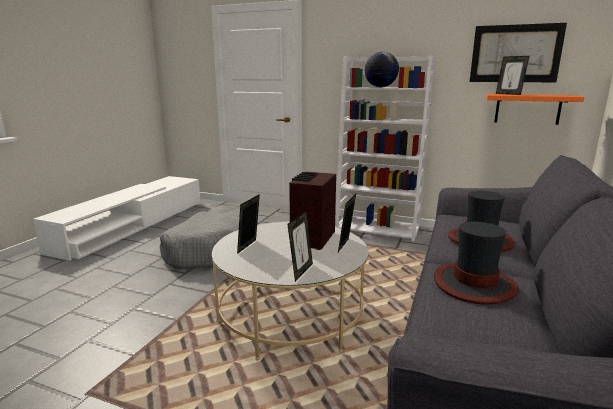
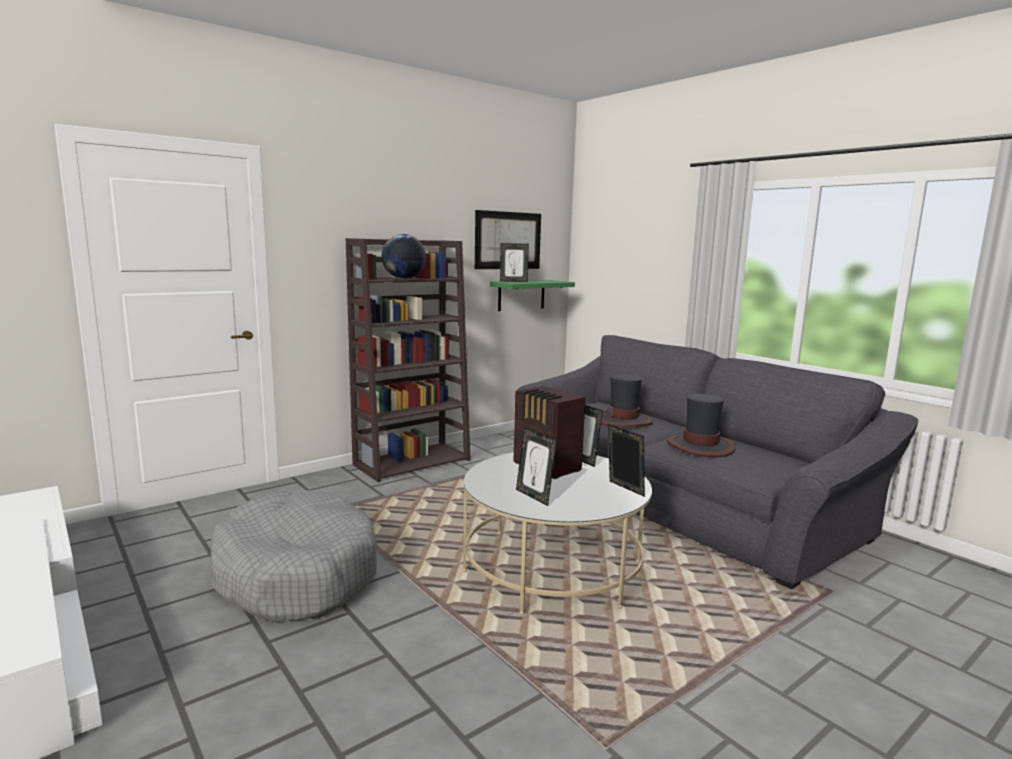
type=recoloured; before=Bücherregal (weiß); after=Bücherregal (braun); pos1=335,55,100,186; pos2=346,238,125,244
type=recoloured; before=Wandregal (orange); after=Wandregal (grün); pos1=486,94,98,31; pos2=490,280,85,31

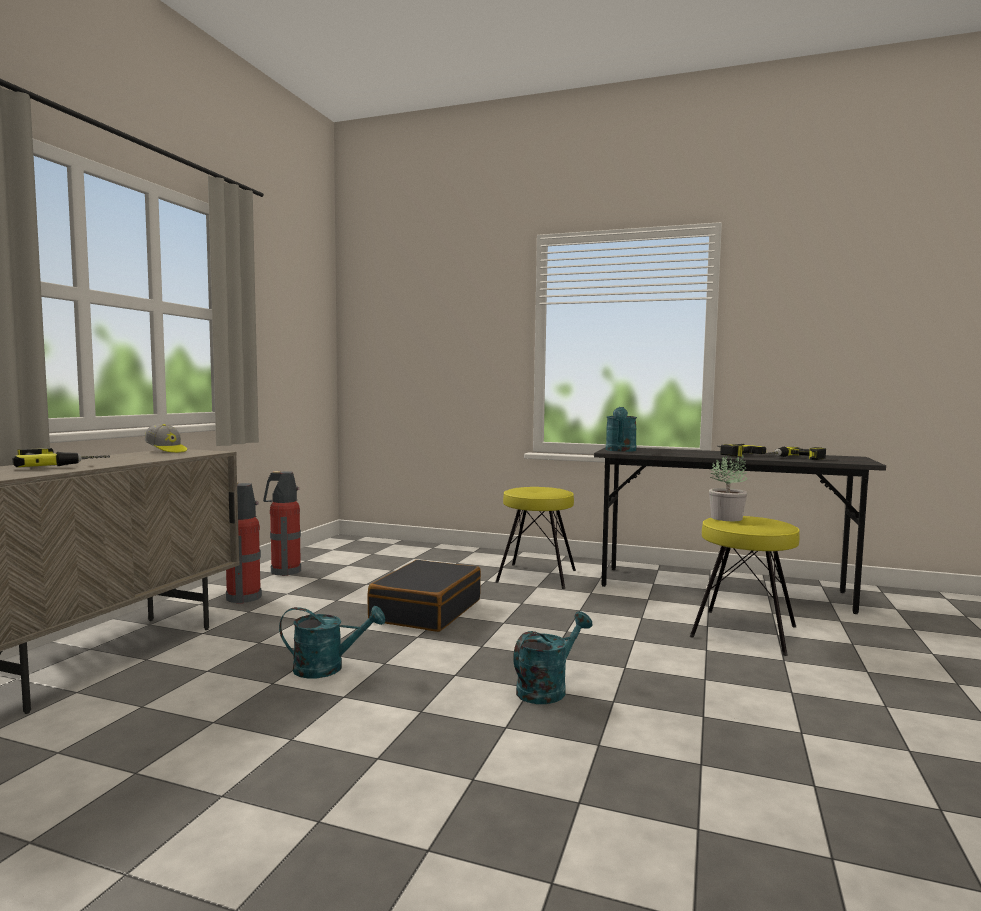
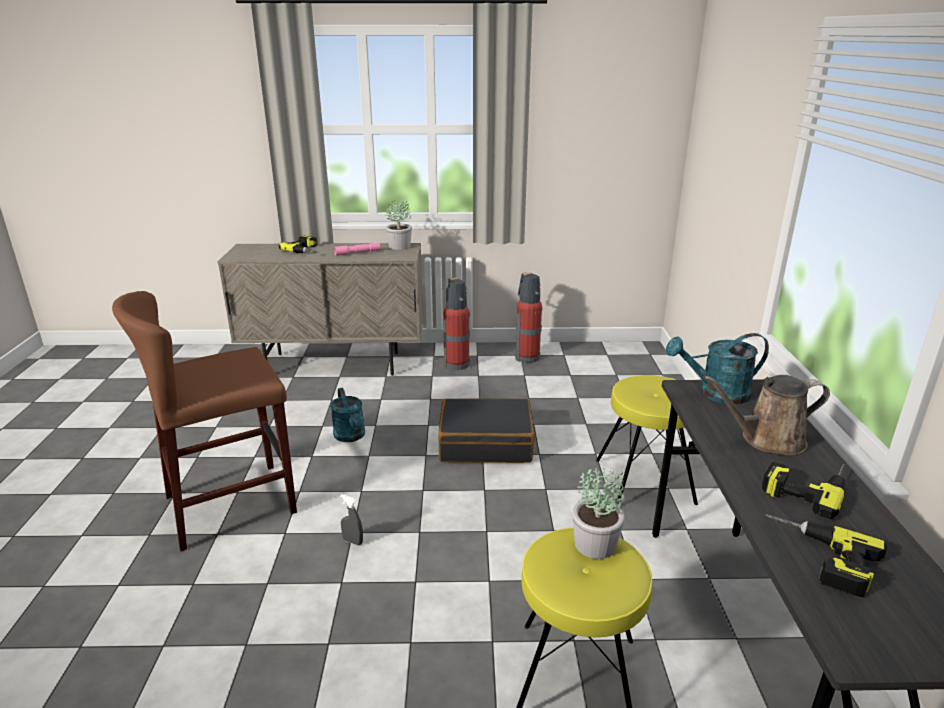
type=replaced; before=Kappe; after=Topfpflanze; pos1=145,424,42,29; pos2=386,200,26,50
type=replaced; before=Gießkanne (türkis); after=Sprühflasche (grau); pos1=513,611,80,93; pos2=340,494,23,51
type=added; after=Taschenlampe (rosa); pos2=334,243,47,13
type=added; after=Hocker (braun); pos2=112,291,185,260
type=added; after=Gießkanne (braun); pos2=703,375,127,81

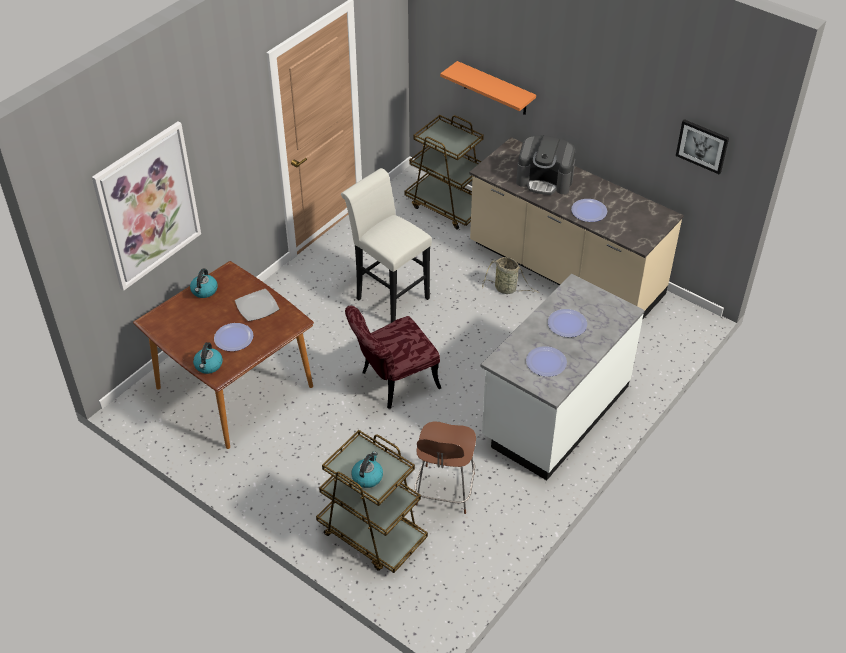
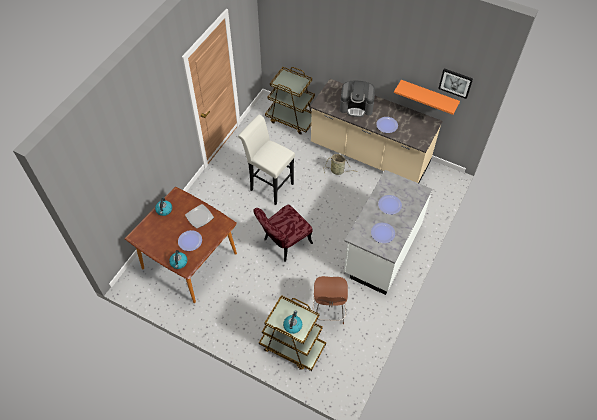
type=moved; before=Wandregal (orange); pos1=440,61,96,54; pos2=394,80,66,35
type=removed; before=Bild; pos1=92,122,109,169

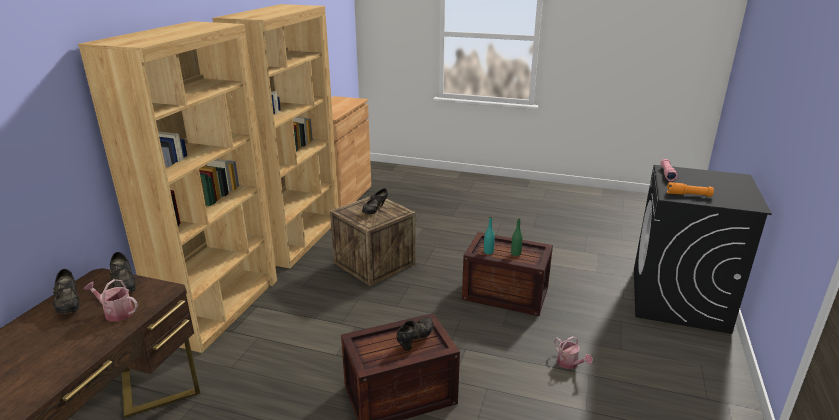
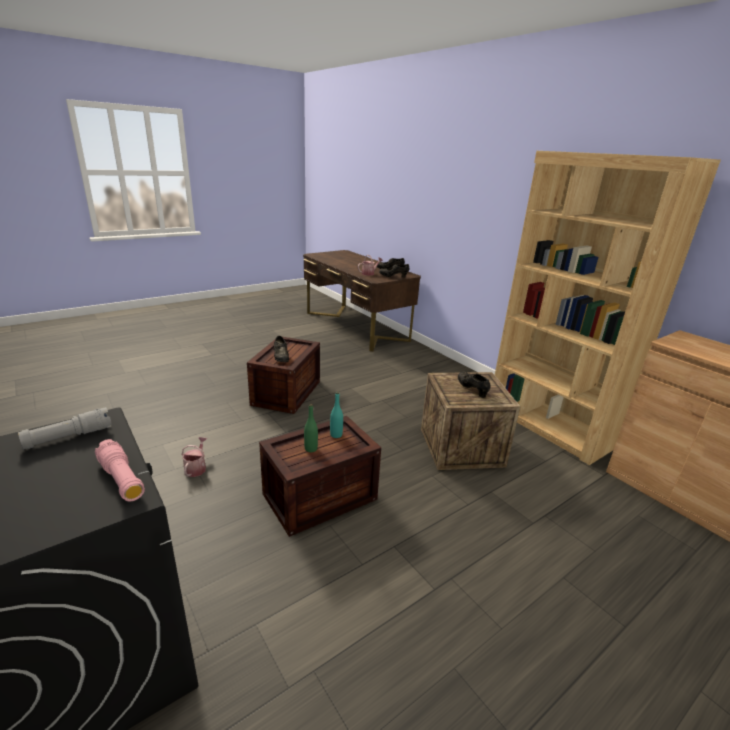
type=removed; before=Bücherregal (braun); pos1=78,21,199,332
type=recoloured; before=Taschenlampe (orange); after=Taschenlampe (grau); pos1=667,182,47,15; pos2=18,407,94,43
type=turned; before=Gießkanne; pos1=554,336,39,33; pos2=182,437,25,40; turn=90

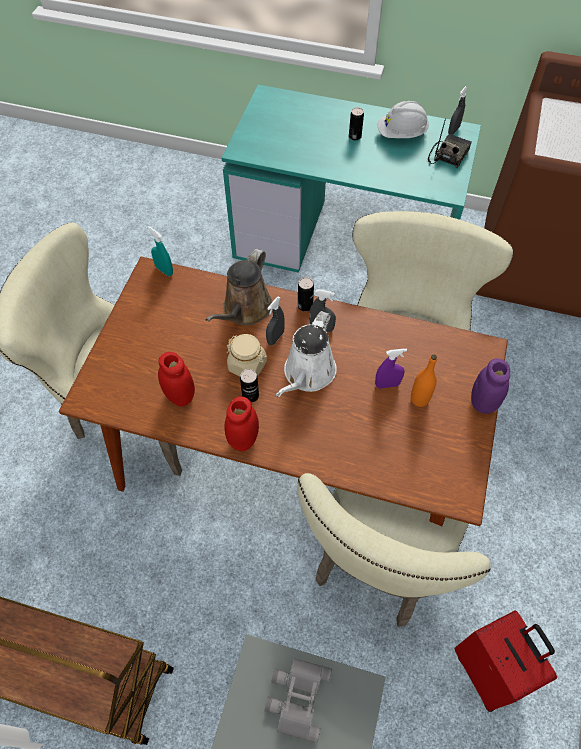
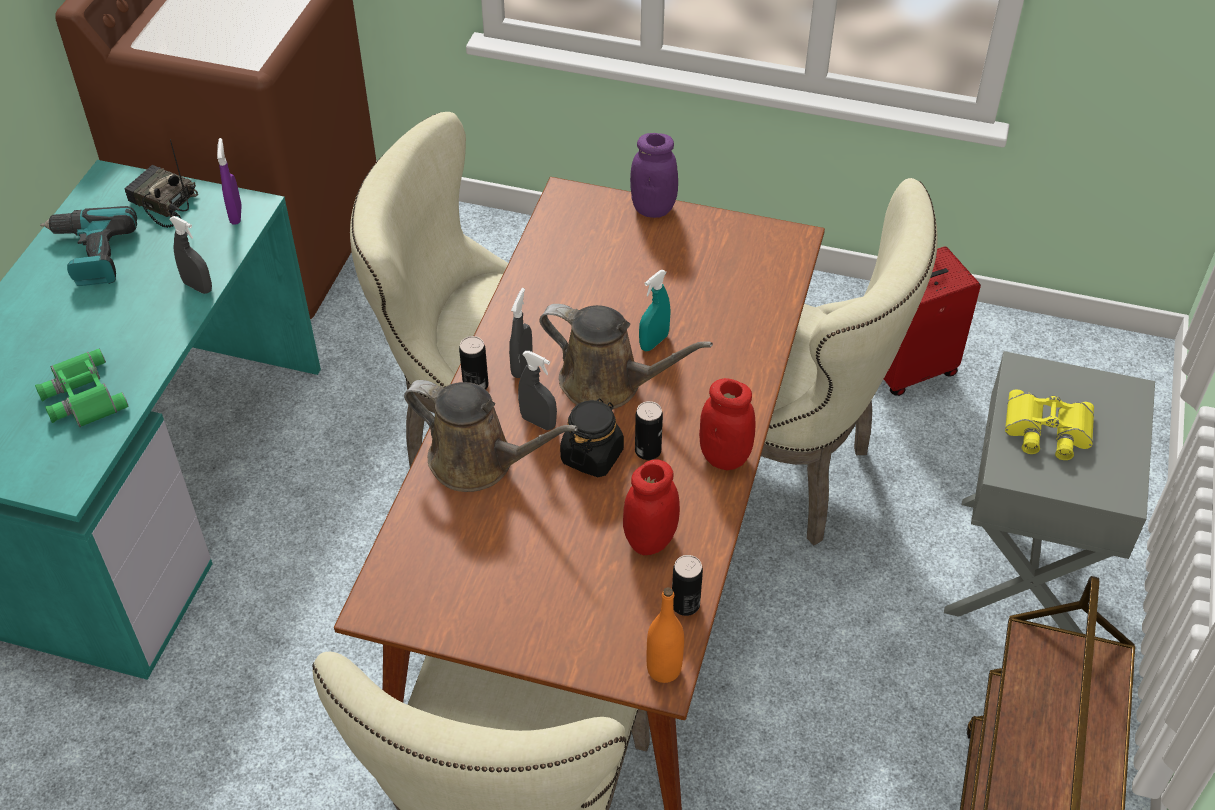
type=moved; before=Sprühflasche (grau); pos1=448,86,20,49; pos2=169,216,43,78
type=replaced; before=Schutzhelm (weiß); after=Bohrmaschine; pos1=378,101,51,37; pos2=40,206,97,80
type=moved; before=Dose; pos1=349,107,15,33; pos2=672,555,31,61
type=moved; before=Sprühflasche (türkis); pos1=147,226,26,50; pos2=639,270,32,81
type=recoloured; before=Gießkanne (weiß); after=Gießkanne (braun); pos1=276,311,61,86; pos2=539,304,174,105
type=recoloured; before=Vorratsglas (beige); after=Vorratsglas (schwarz); pos1=227,334,40,42; pos2=560,398,64,79
type=moved; before=Sprühflasche (lila); pos1=375,349,32,39; pos2=217,138,24,87
type=moved; before=Flasche (orange); pos1=411,354,26,53; pos2=647,587,37,96
type=recoloured; before=Fernglas (grau); after=Fernglas (gelb); pos1=264,658,68,84; pos2=1005,389,89,71
type=added; after=Fernglas (grün); pos2=35,349,93,79

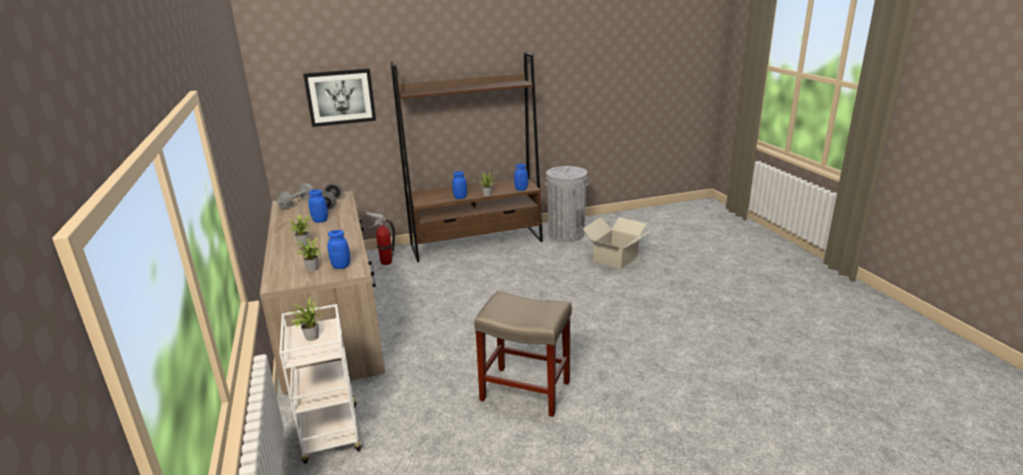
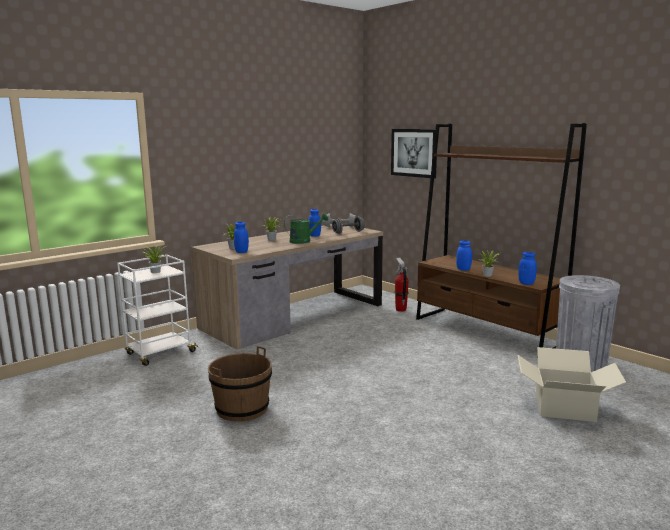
type=replaced; before=Hocker (beige); after=Eimer (braun); pos1=474,291,98,126; pos2=208,346,64,76
type=added; after=Gießkanne (grün); pos2=284,213,44,31

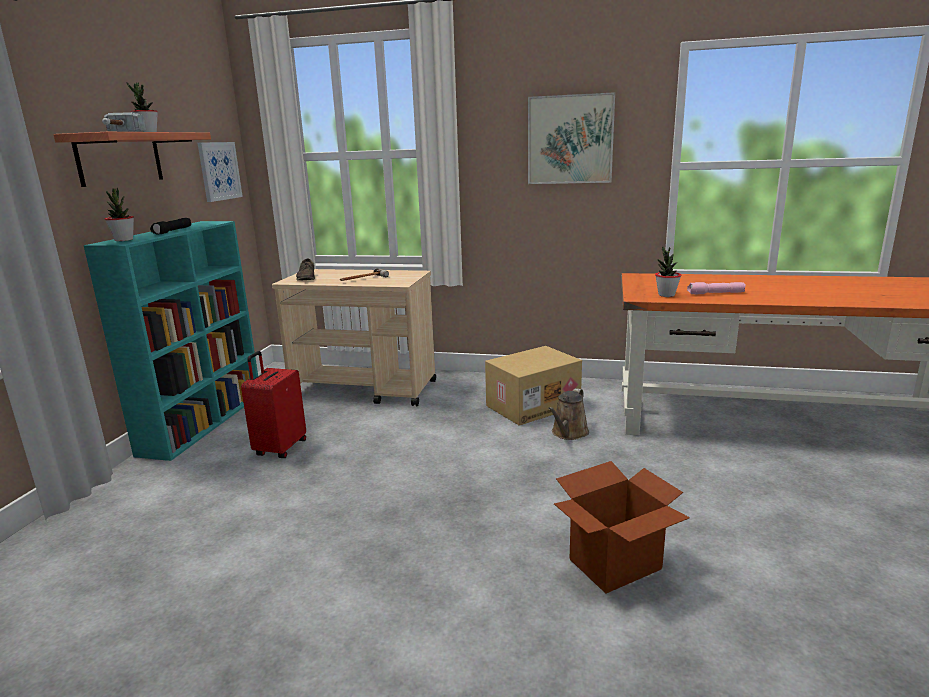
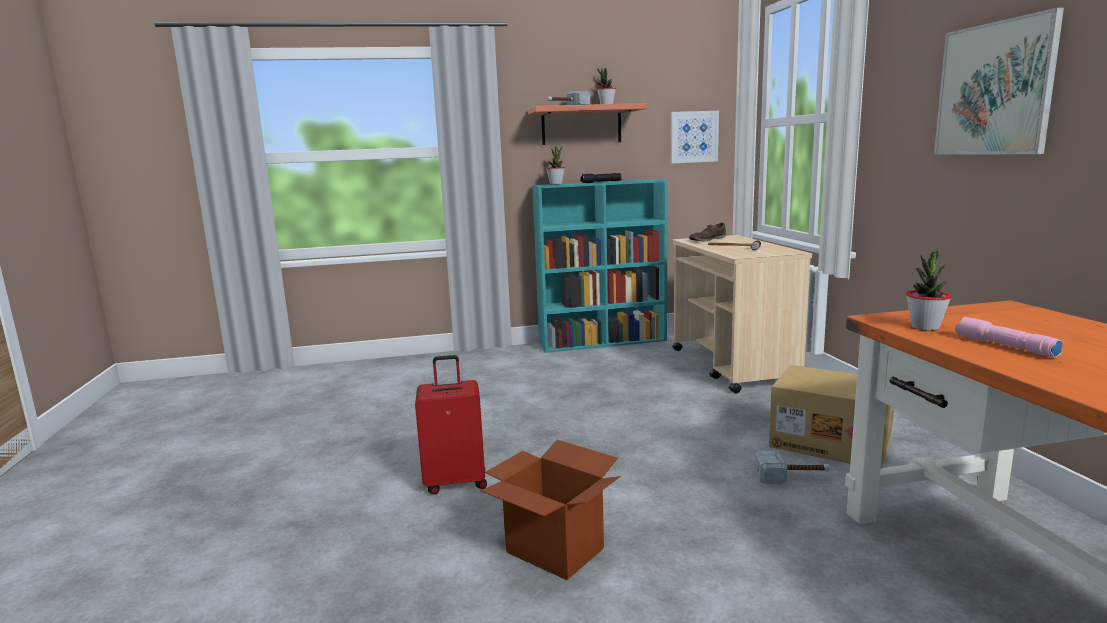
type=moved; before=Koffer (rot); pos1=241,351,65,107; pos2=415,355,72,139
type=replaced; before=Gießkanne (braun); after=Hammer; pos1=548,388,41,52; pos2=755,451,76,33

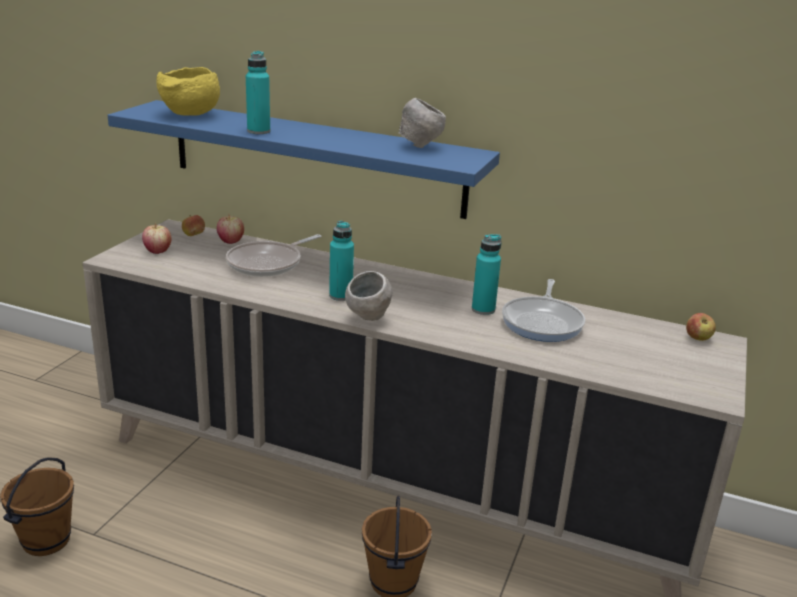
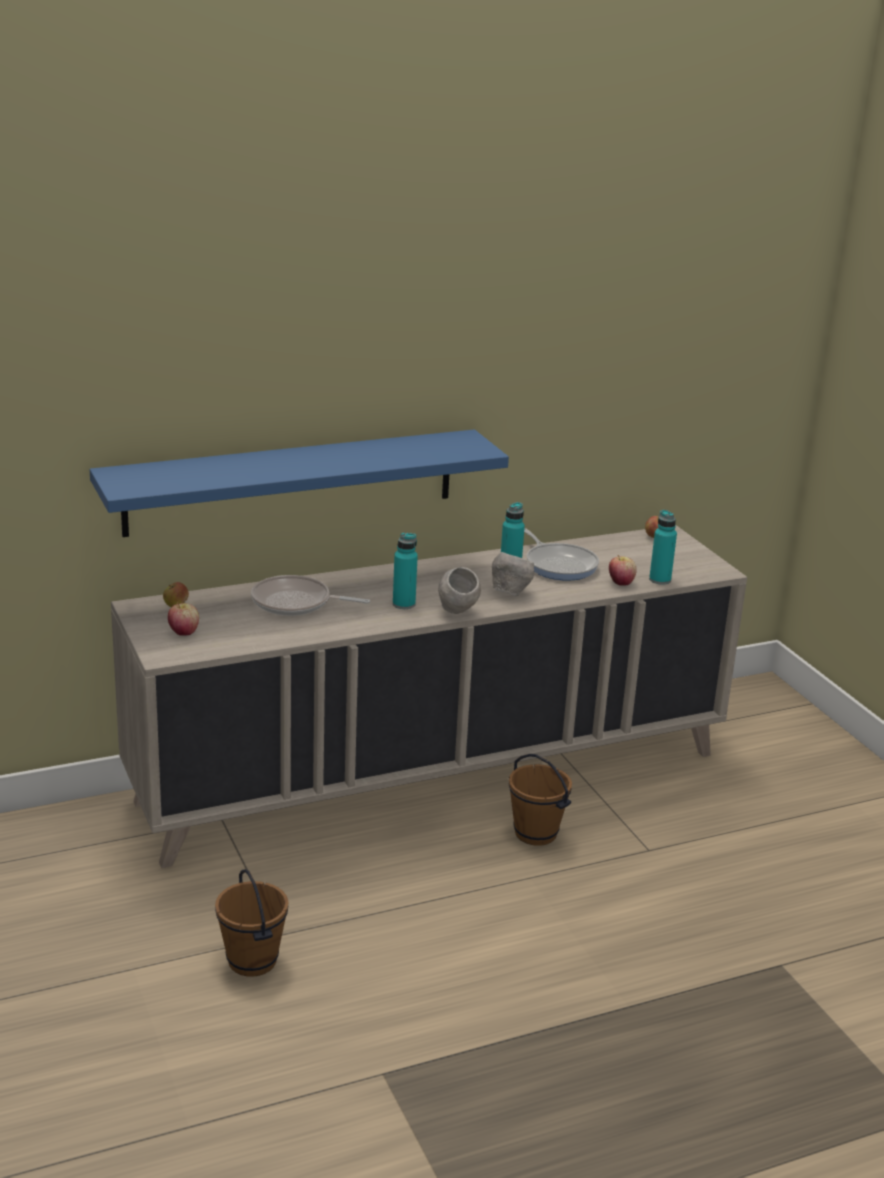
type=moved; before=Flasche (türkis); pos1=246,51,24,83; pos2=649,510,28,75
type=removed; before=Schüssel (gelb); pos1=156,67,64,49
type=moved; before=Schüssel (grau); pos1=398,98,48,50; pos2=492,552,42,44
type=moved; before=Apfel; pos1=217,214,27,30; pos2=609,555,28,31
type=turned; before=Pfanne; pos1=226,234,95,43; pos2=251,575,119,41; turn=105

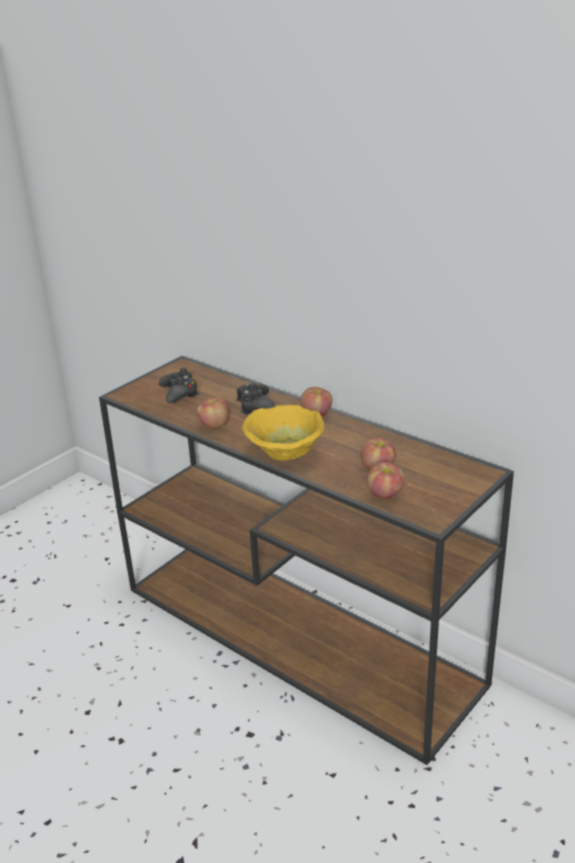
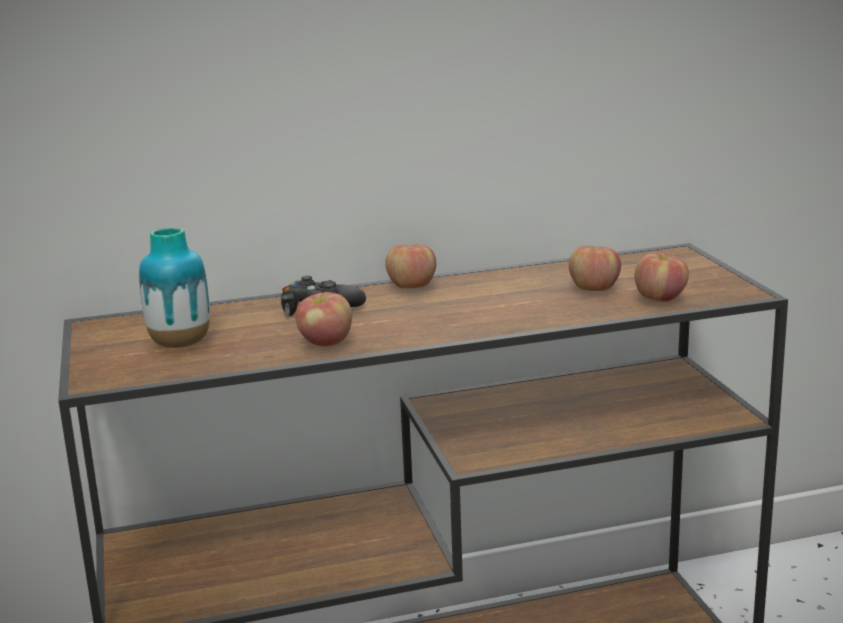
type=replaced; before=Gamepad (schwarz); after=Vase; pos1=159,368,40,35; pos2=139,227,71,121
type=removed; before=Schüssel (gelb); pos1=242,405,82,56

